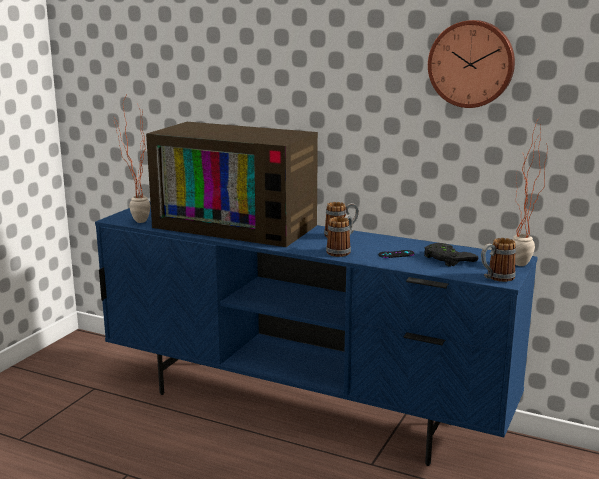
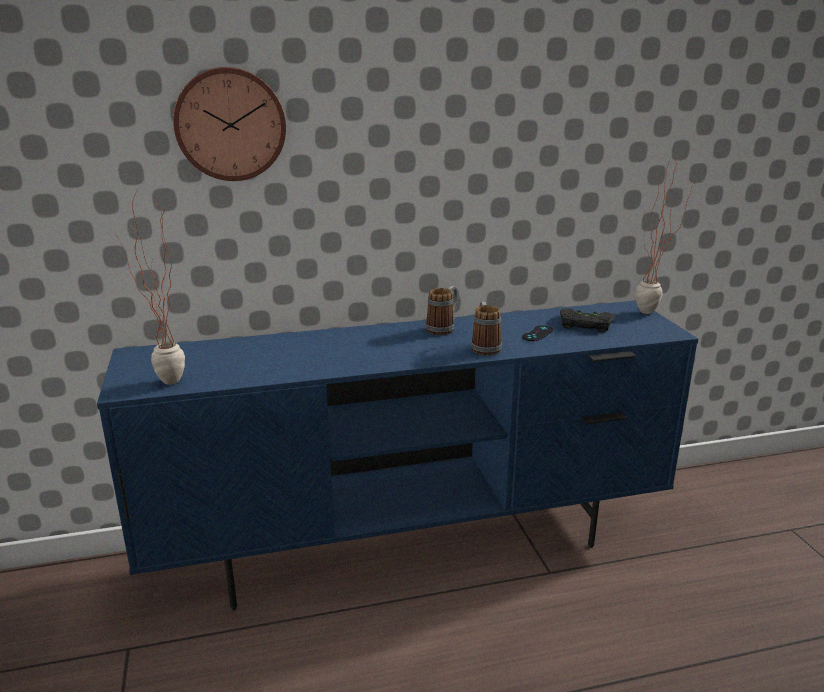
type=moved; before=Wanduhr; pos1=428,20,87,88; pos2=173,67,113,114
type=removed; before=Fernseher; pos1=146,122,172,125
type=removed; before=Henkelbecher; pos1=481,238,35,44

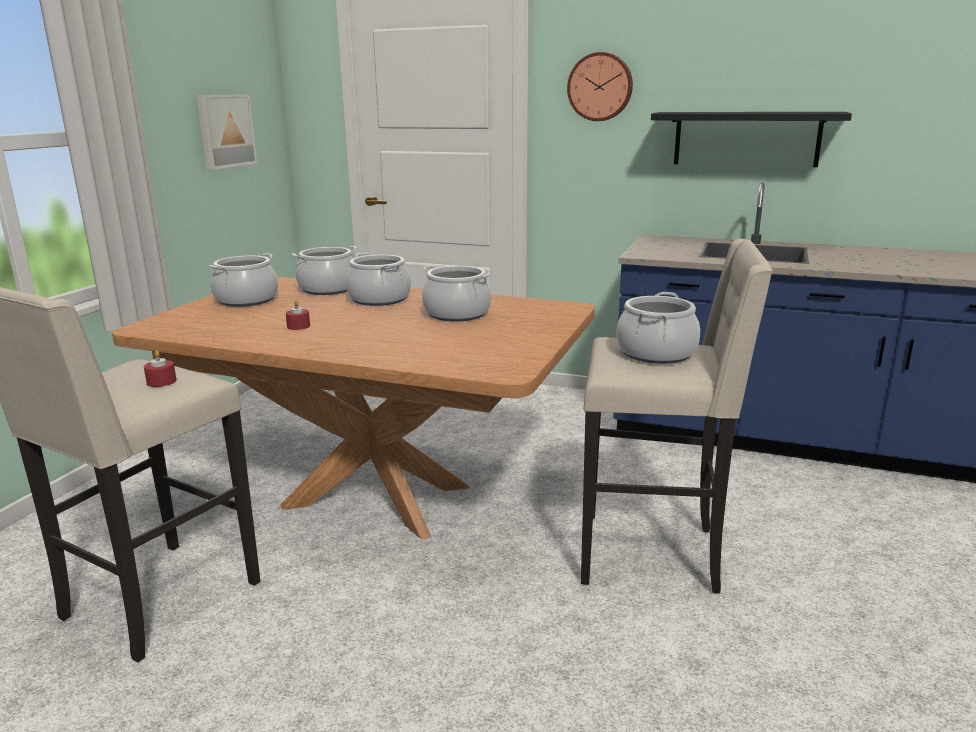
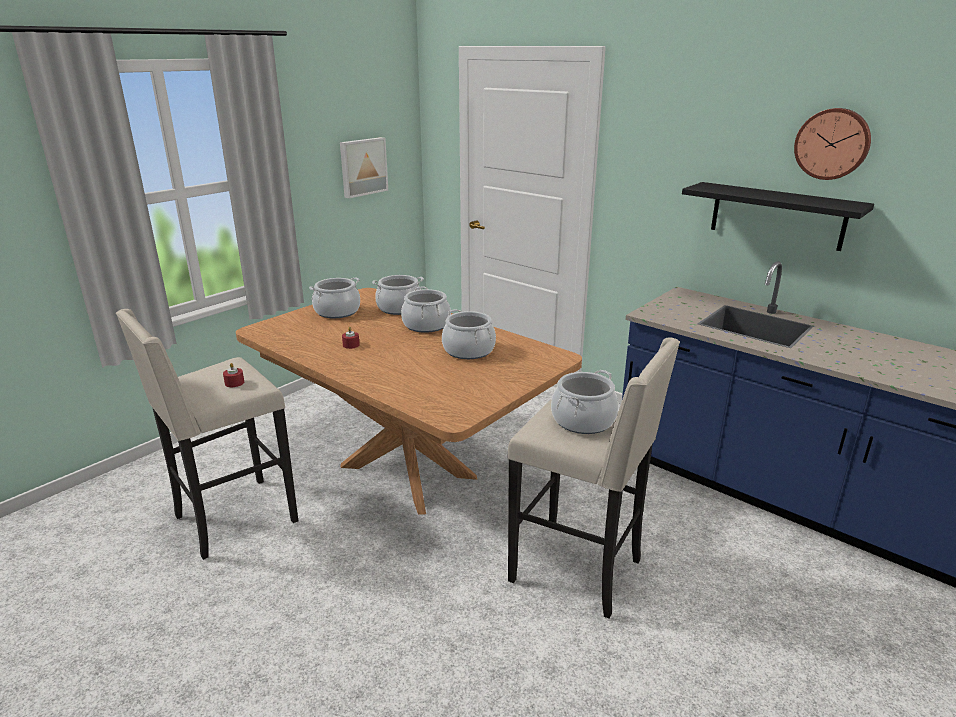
type=moved; before=Wanduhr; pos1=567,52,66,69; pos2=794,108,77,72

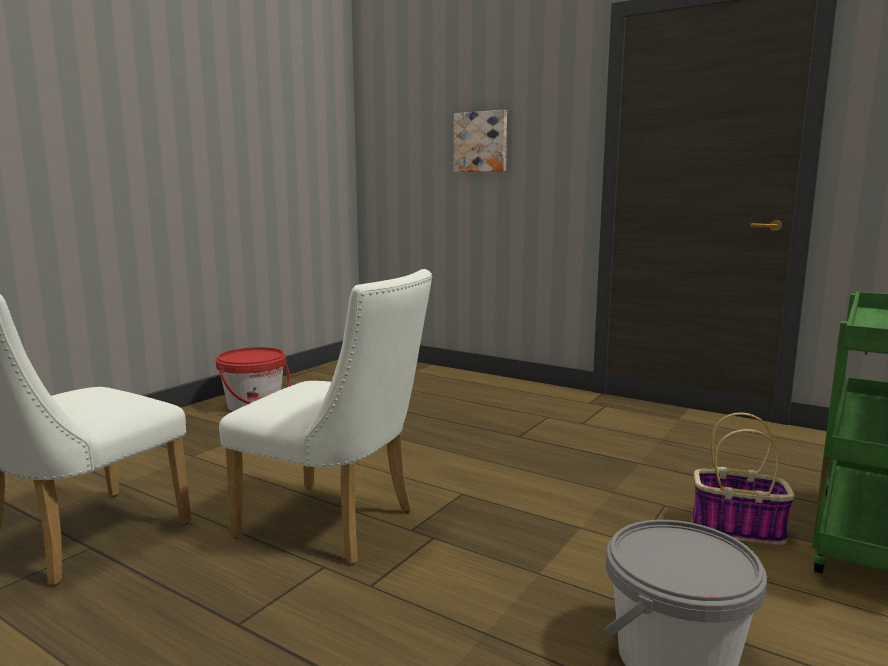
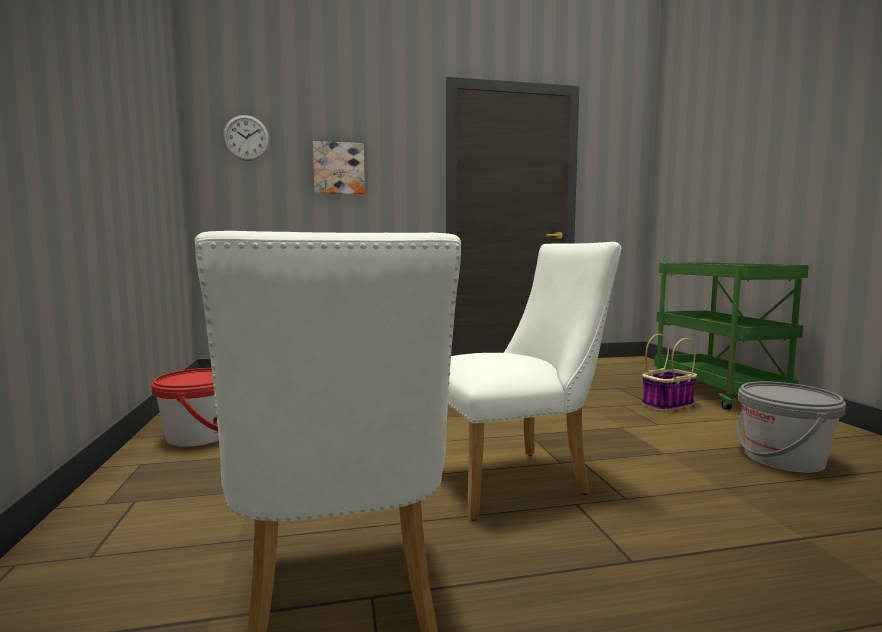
type=added; after=Wanduhr; pos2=223,115,47,46

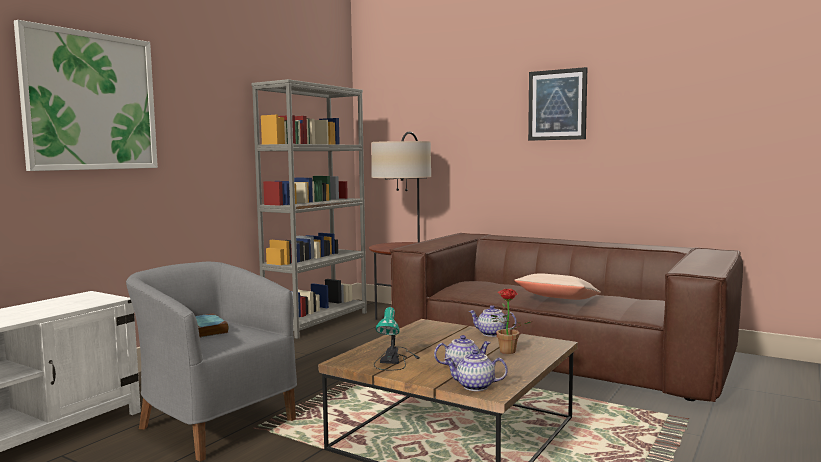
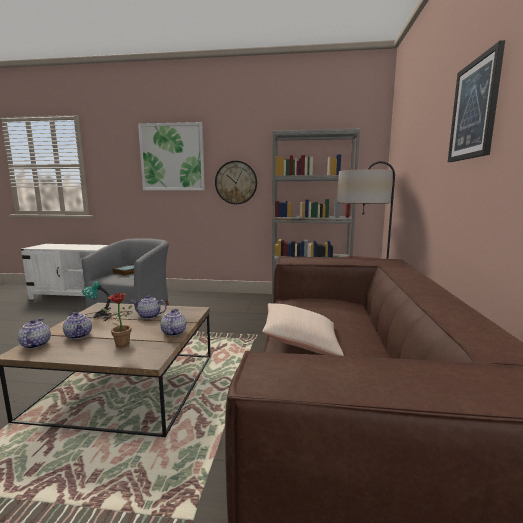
type=added; after=Wanduhr; pos2=215,161,42,43
type=added; after=Teekanne; pos2=131,295,36,24

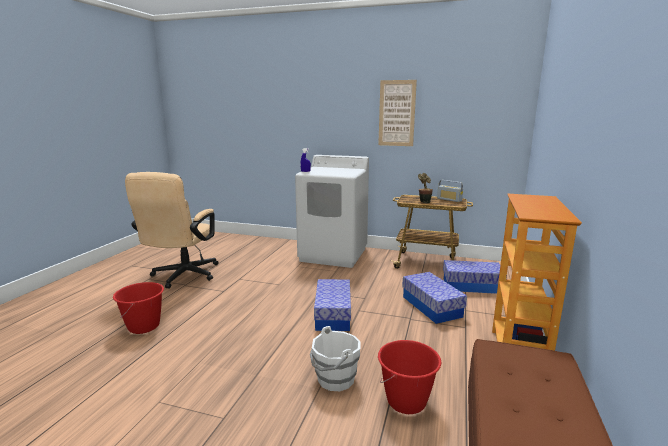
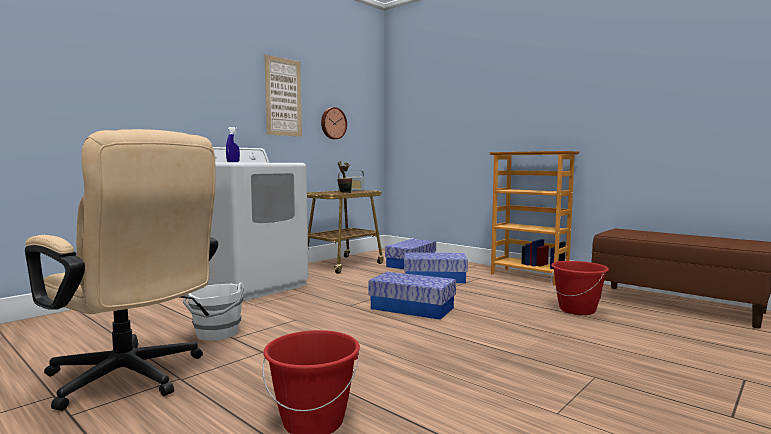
type=moved; before=Eimer (weiß); pos1=310,326,51,65; pos2=183,282,61,59
type=added; after=Wanduhr; pos2=321,107,26,32

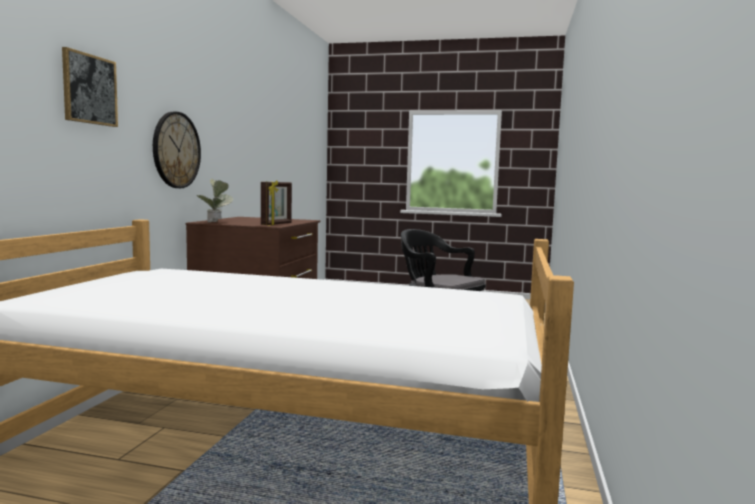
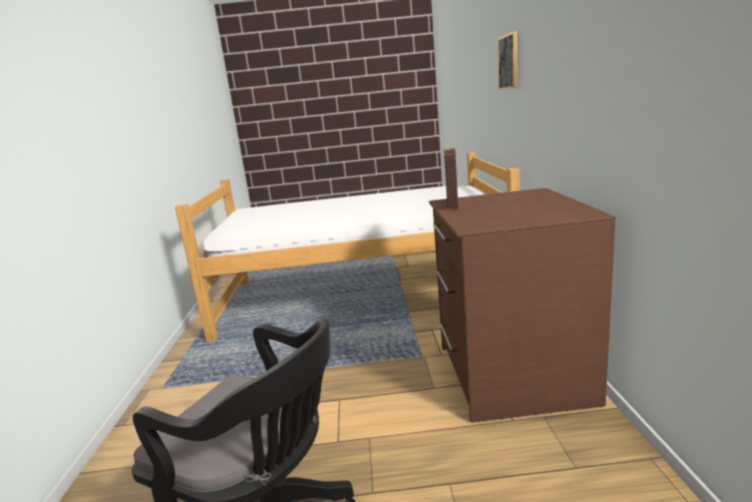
type=removed; before=Wanduhr; pos1=153,112,48,76
type=removed; before=Topfpflanze; pos1=197,179,36,44

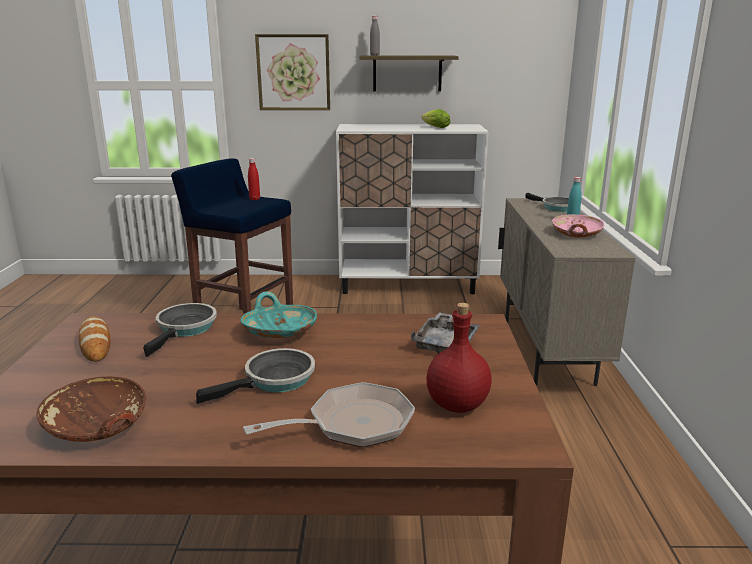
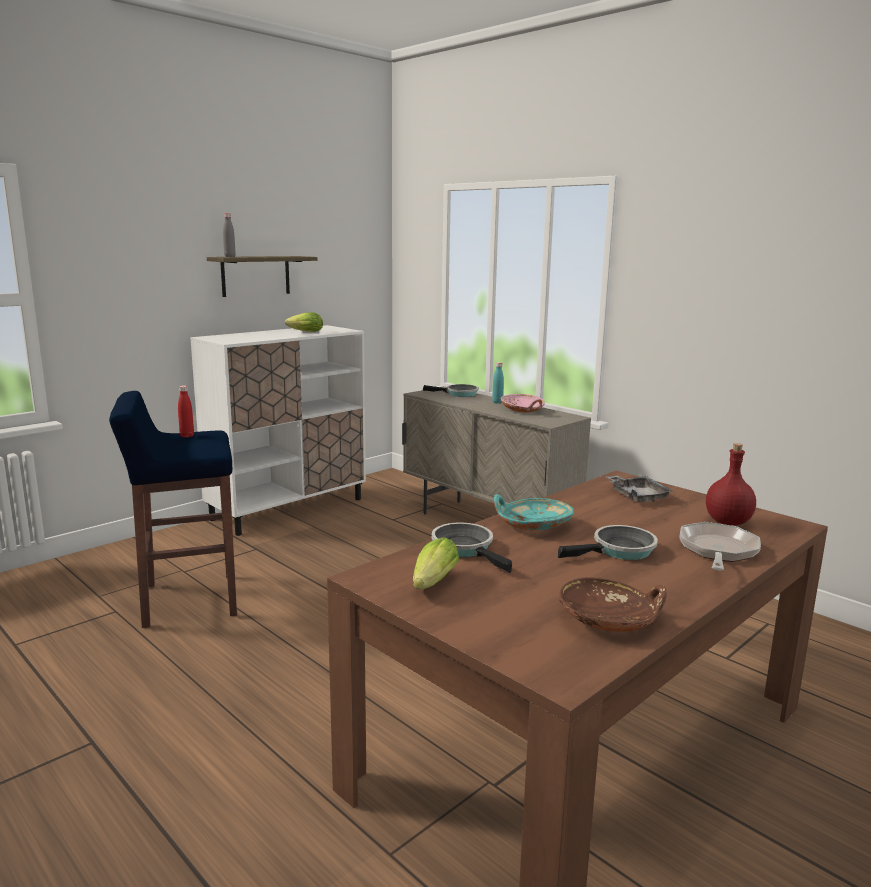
type=removed; before=Bild; pos1=255,34,75,76
type=replaced; before=Brot; after=Salatkopf; pos1=79,316,32,46; pos2=413,537,46,52
type=turned; before=Pfanne; pos1=196,348,119,56; pos2=558,525,100,35; turn=60

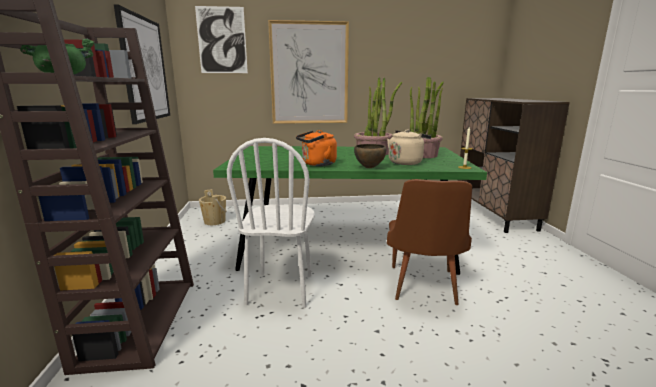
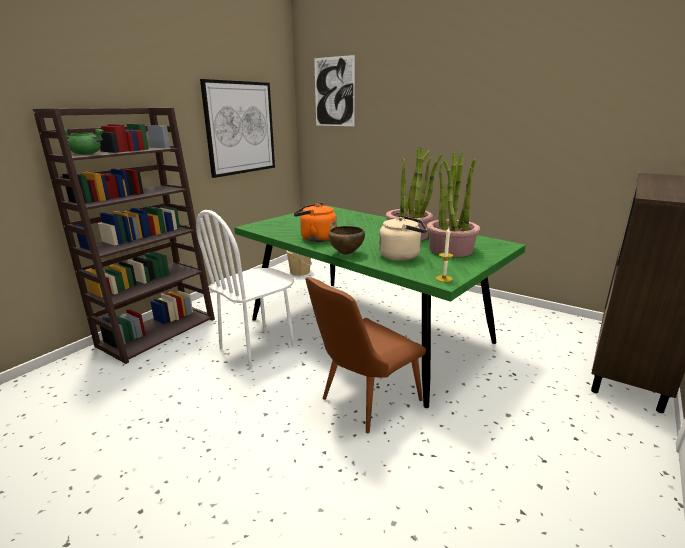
type=removed; before=Bild; pos1=268,20,81,104

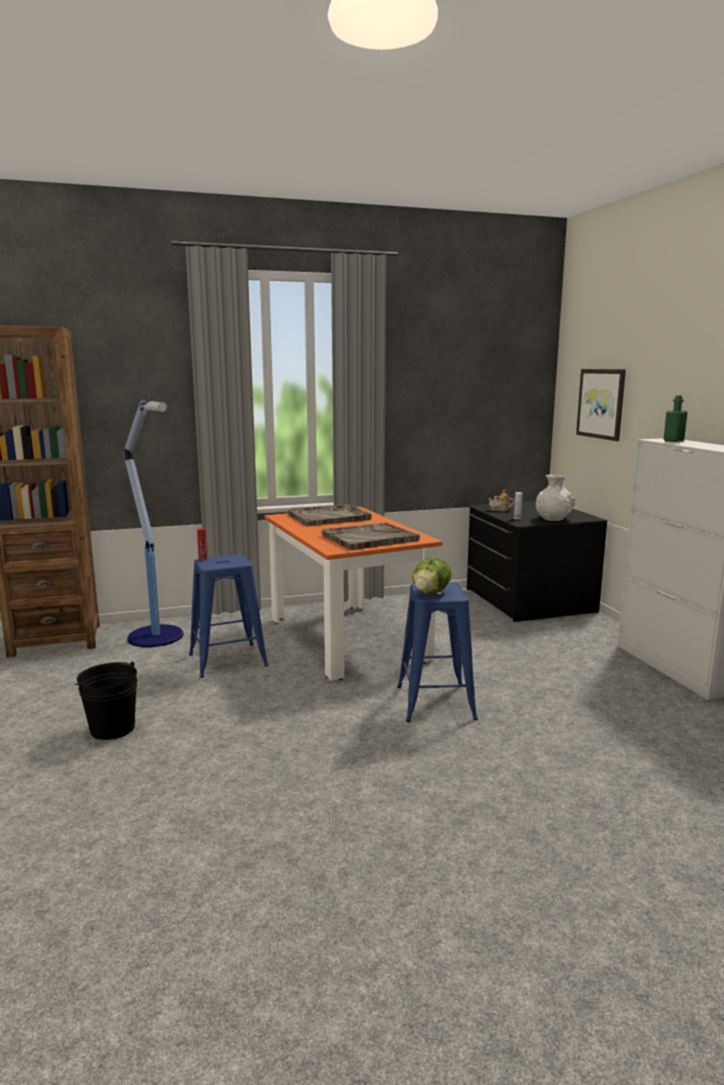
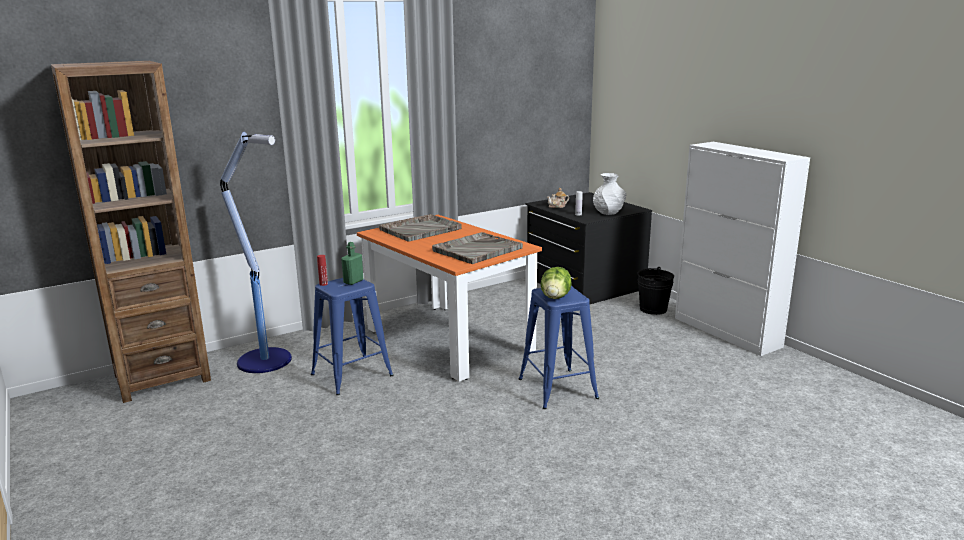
type=removed; before=Bild; pos1=576,369,50,72
type=moved; before=Flasche (grün); pos1=663,395,25,47; pos2=341,242,22,43
type=moved; before=Eimer (schwarz); pos1=75,662,63,78; pos2=637,267,37,48

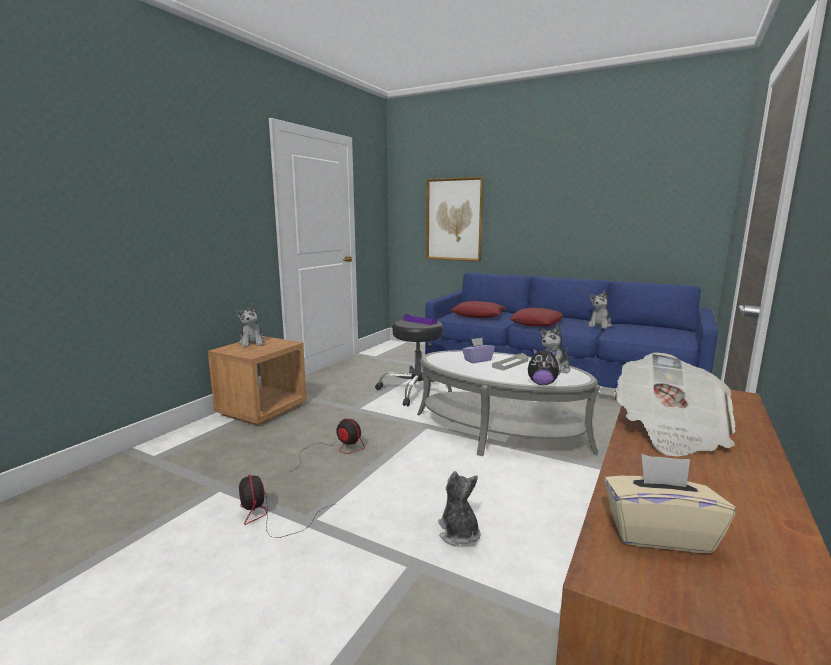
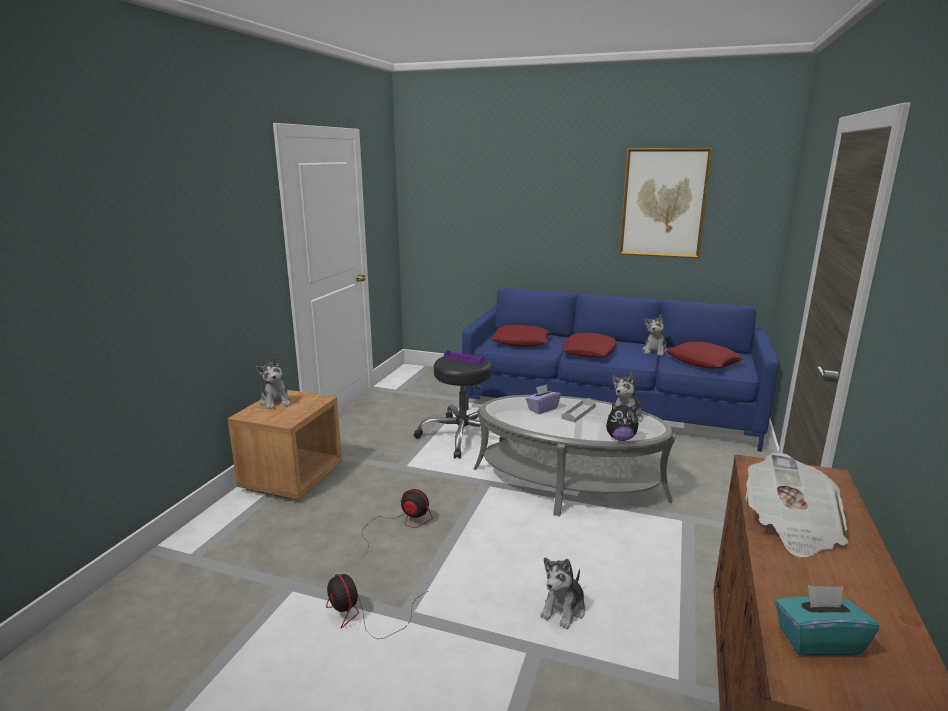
type=moved; before=Bild; pos1=426,177,58,84; pos2=619,148,93,110
type=recoloured; before=Taschentuchbox (beige); after=Taschentuchbox (türkis); pos1=604,454,132,99; pos2=775,585,104,71
type=turned; before=Plüschtier; pos1=438,471,43,75; pos2=540,557,46,72; turn=-120
type=added; after=Kissen (rot); pos2=666,342,79,27

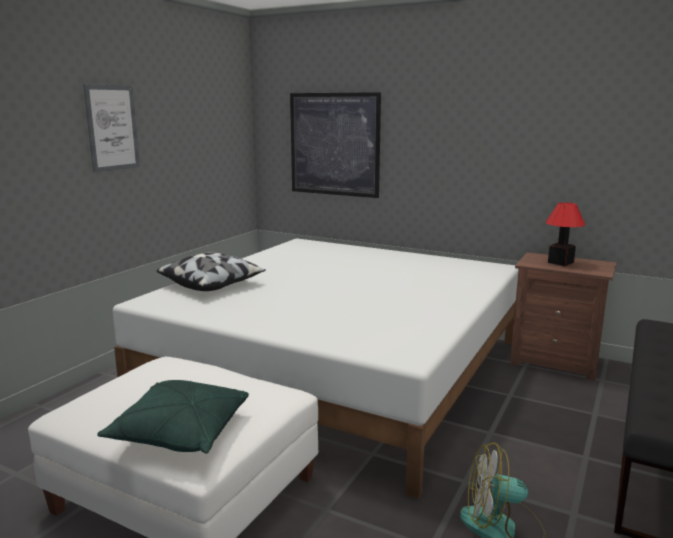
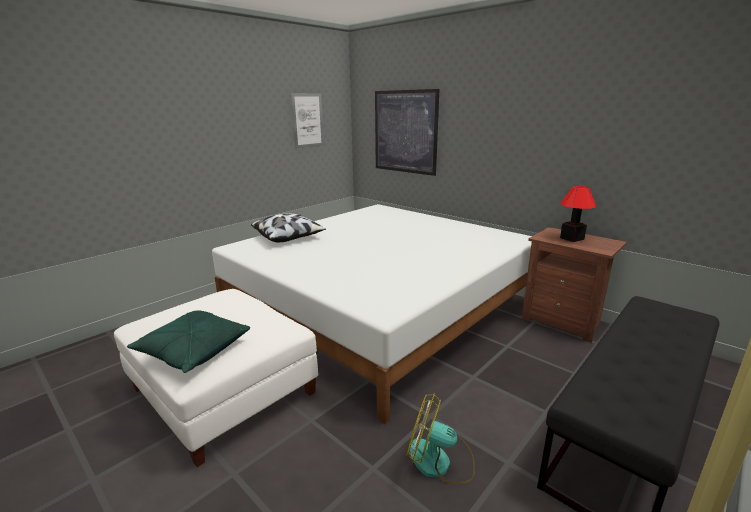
type=moved; before=Bild; pos1=83,84,57,88; pos2=291,93,33,55

